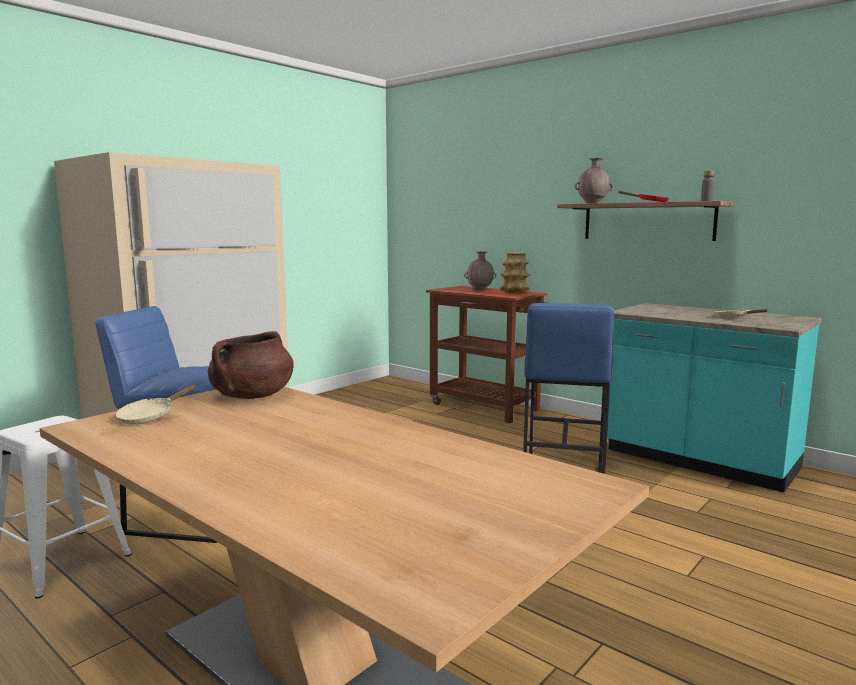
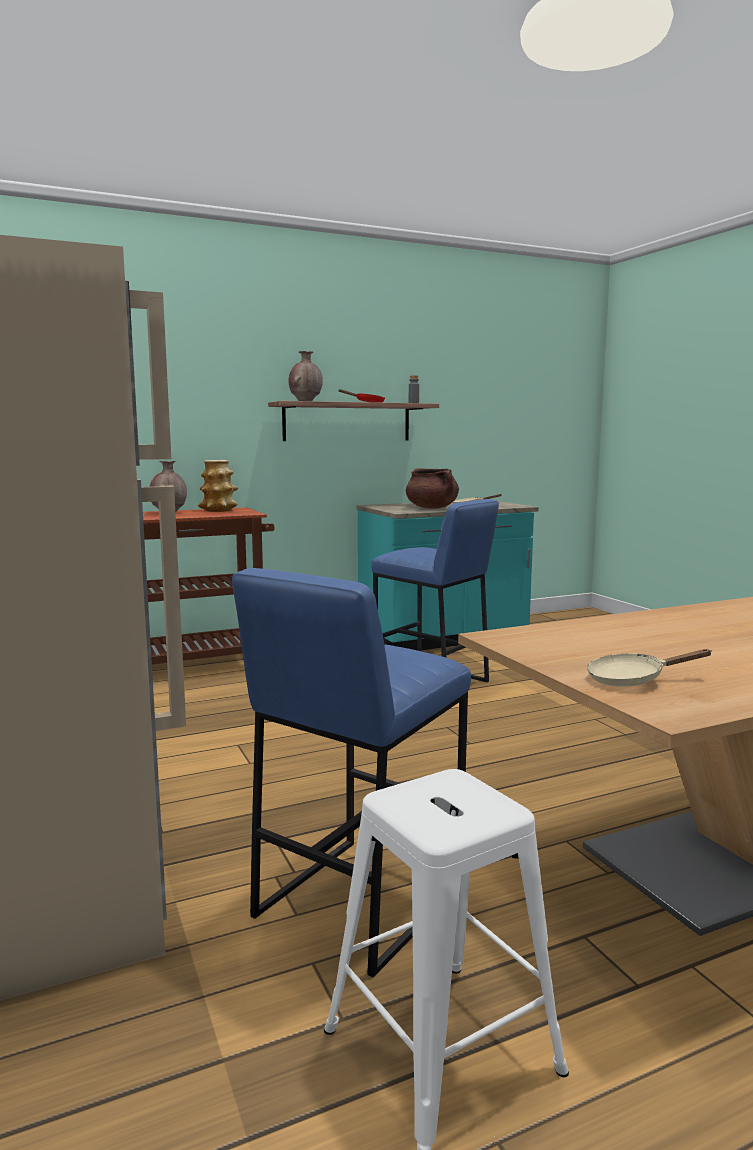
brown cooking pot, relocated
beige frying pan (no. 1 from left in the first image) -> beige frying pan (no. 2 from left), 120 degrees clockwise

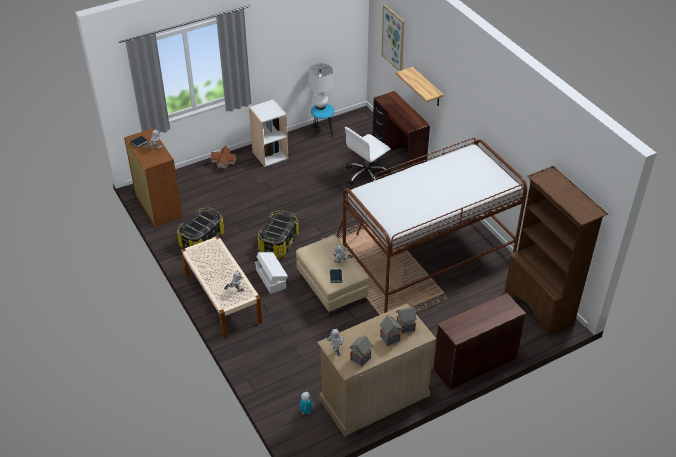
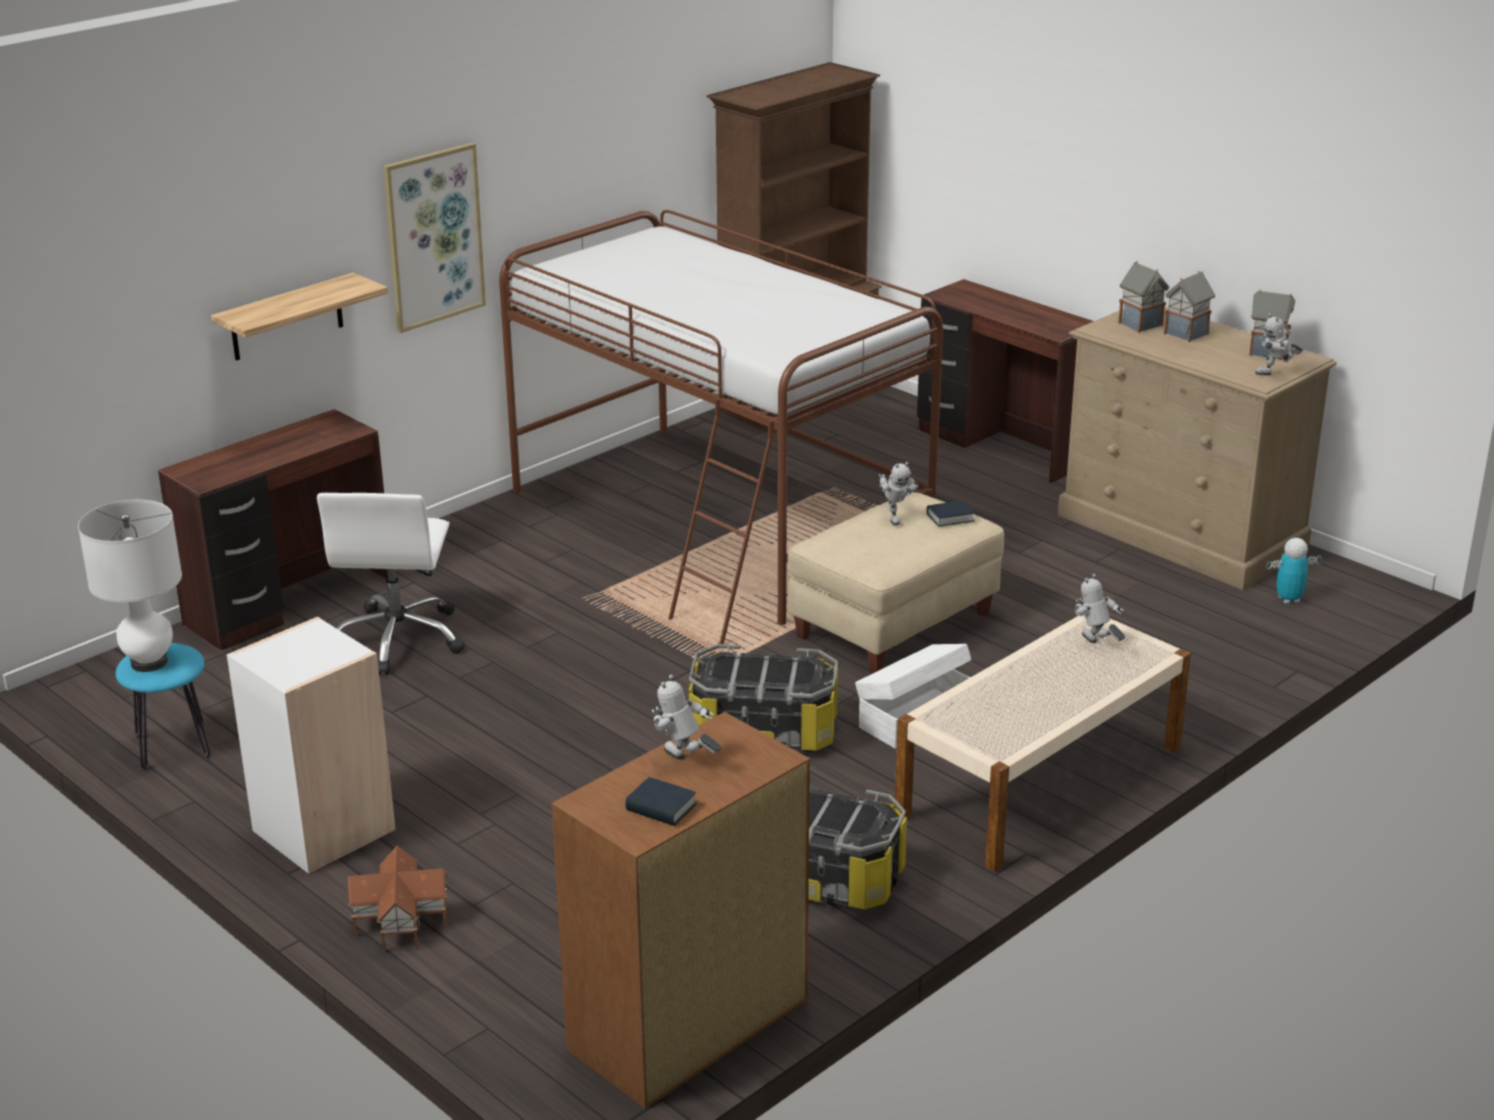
picture, relocated
white office chair, 60 degrees clockwise

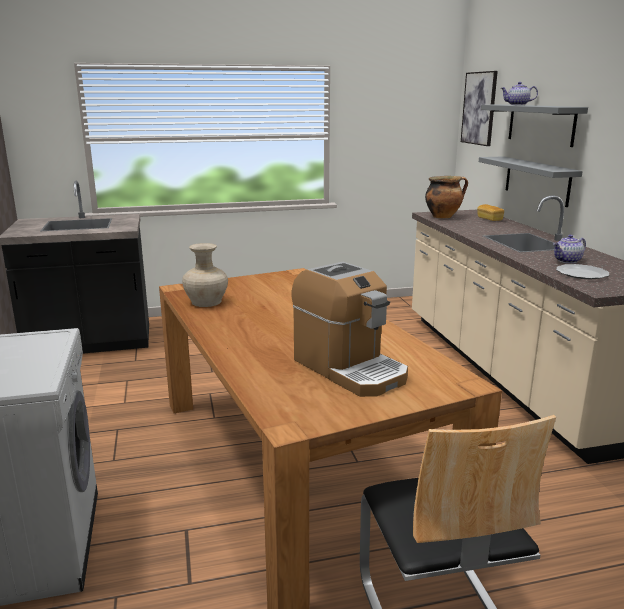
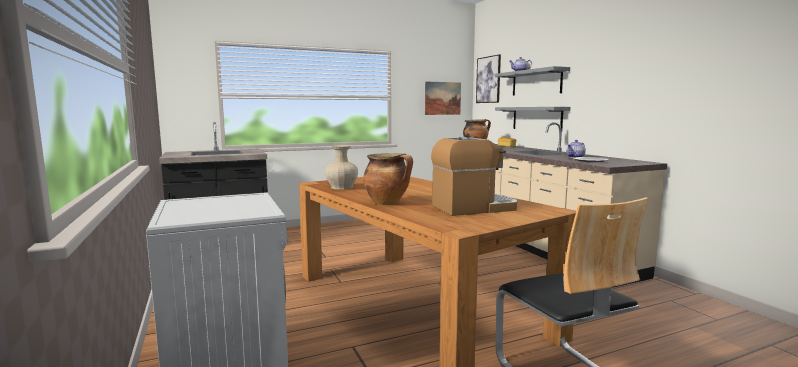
coffee machine, 60 degrees counterclockwise
none -> picture (no. 1 from left)
none -> cooking pot (no. 1 from left)

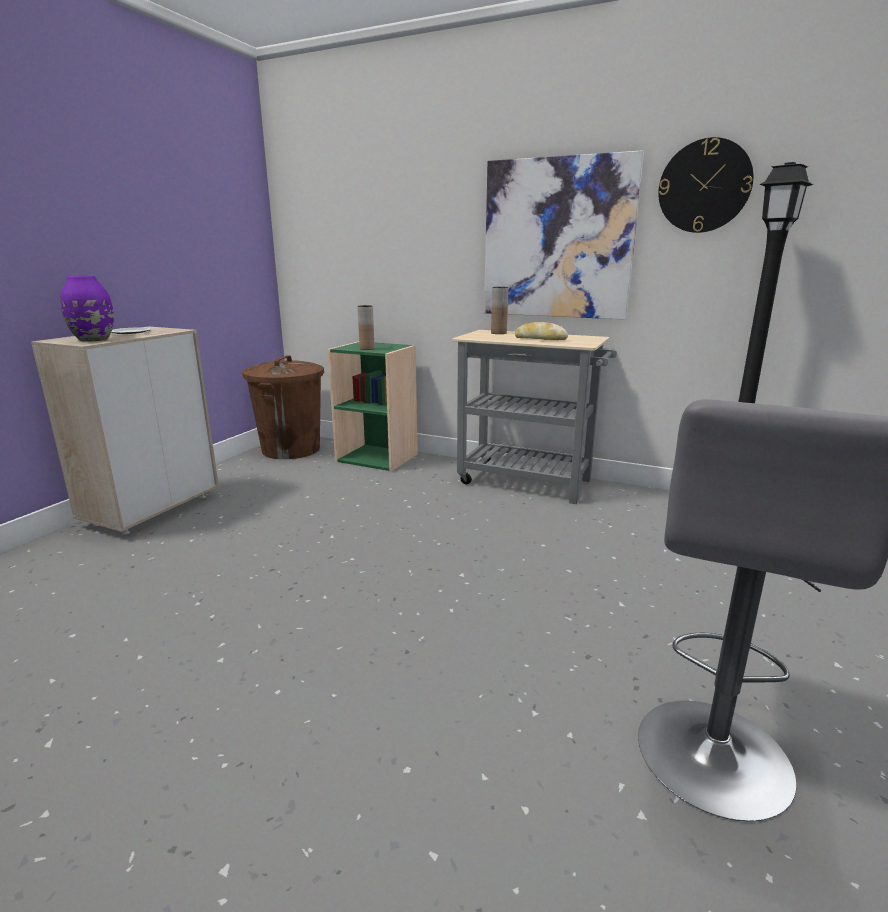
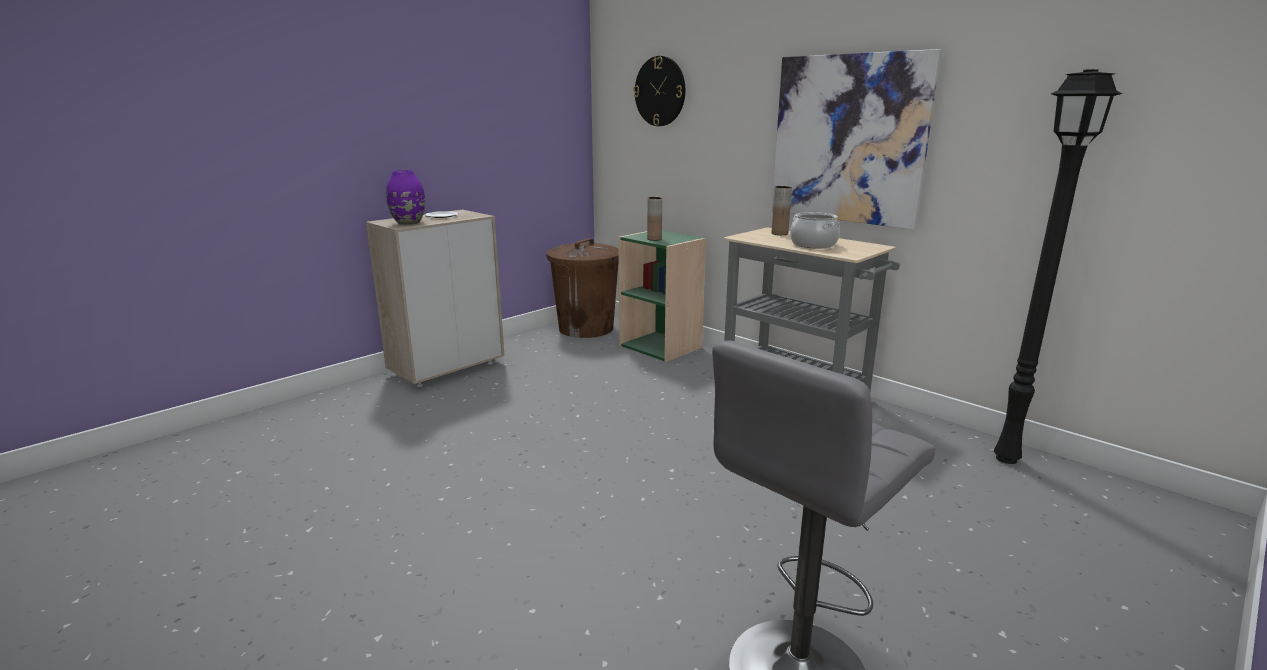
wall clock, relocated
bread -> cooking pot

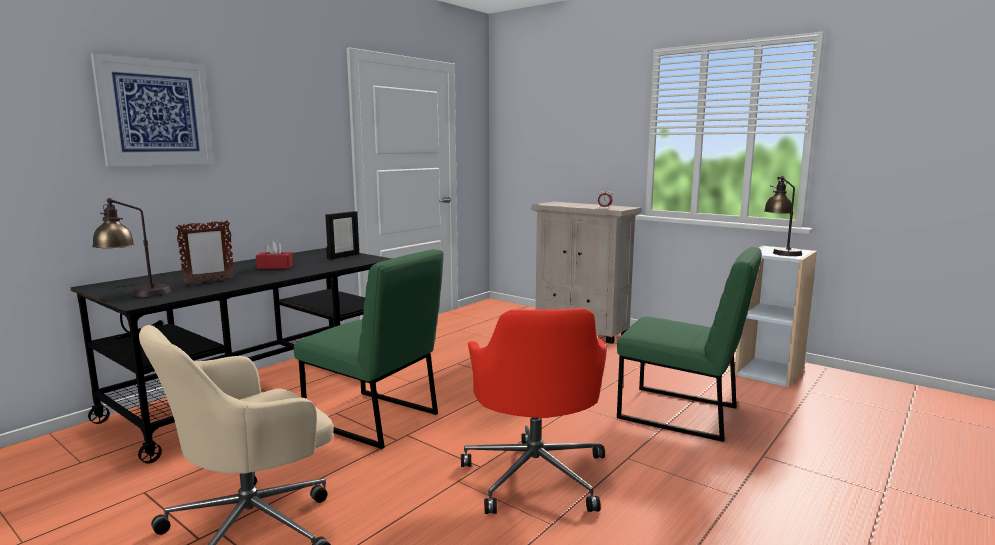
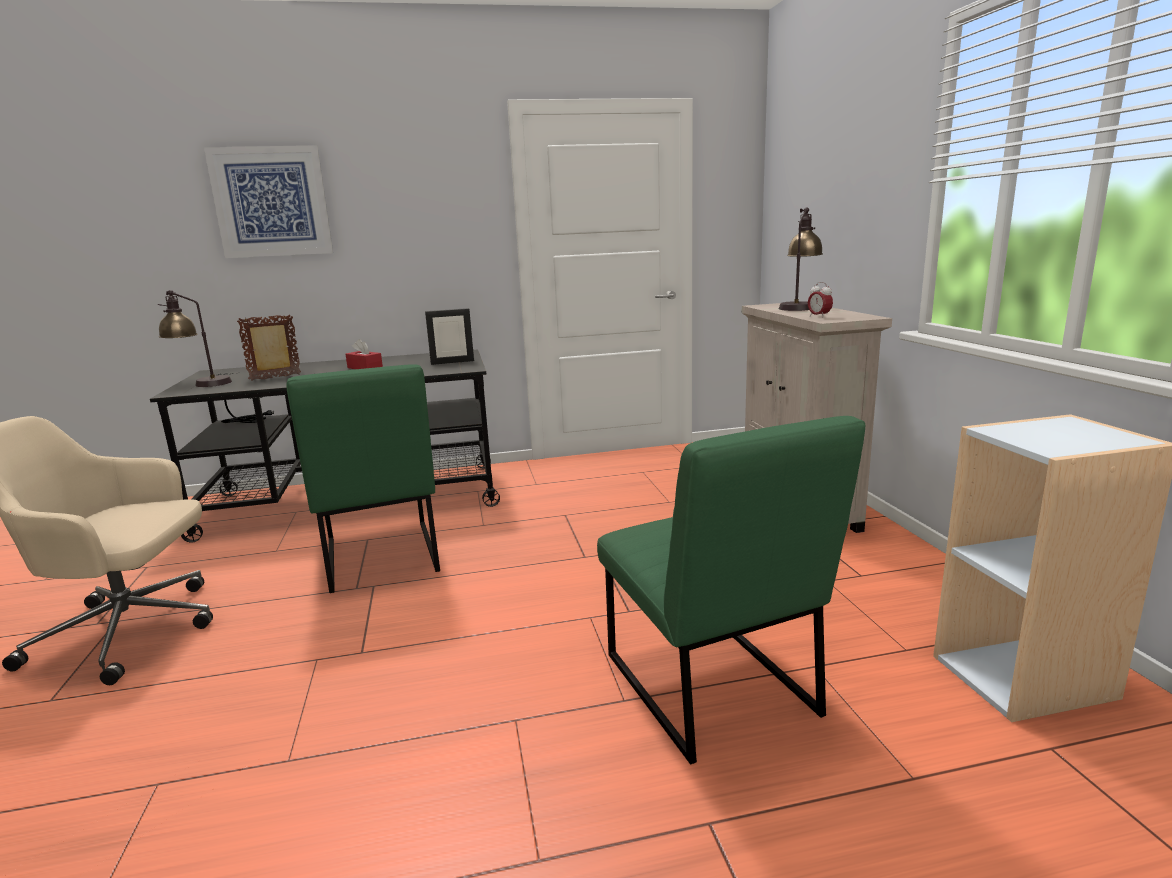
table lamp (no. 2 from left), relocated
picture frame (no. 1 from left), 150 degrees clockwise
red office chair -> none

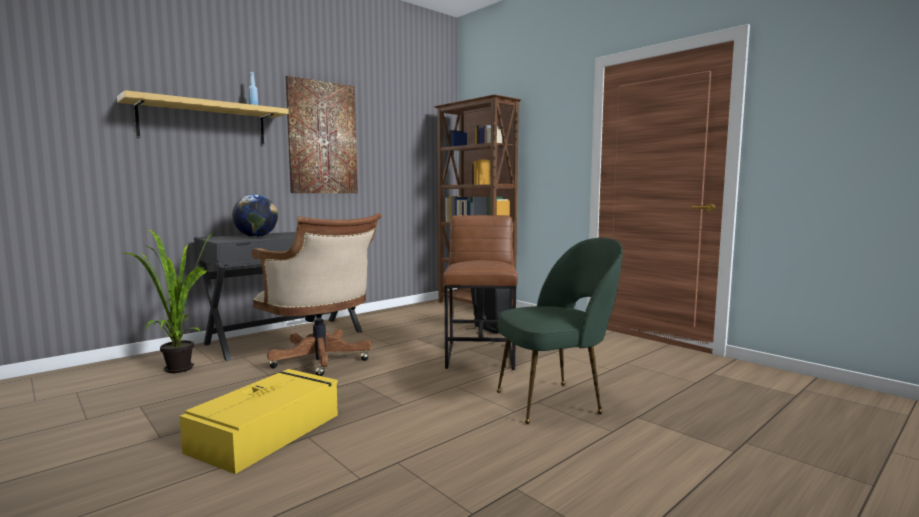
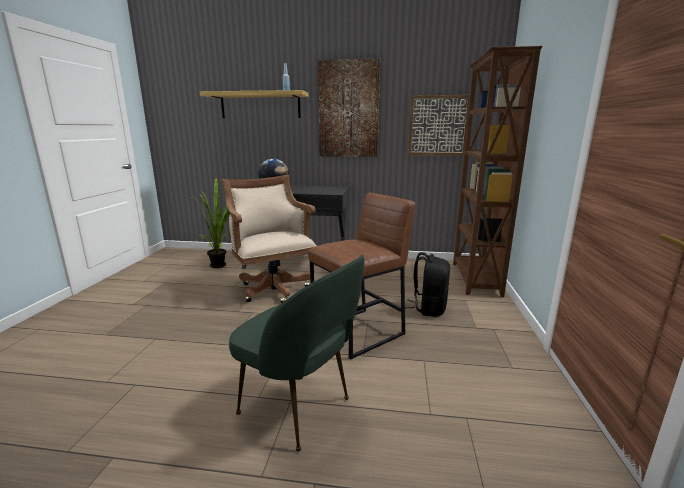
office chair, 150 degrees clockwise
yellow storage box -> none
none -> picture (no. 2 from left)

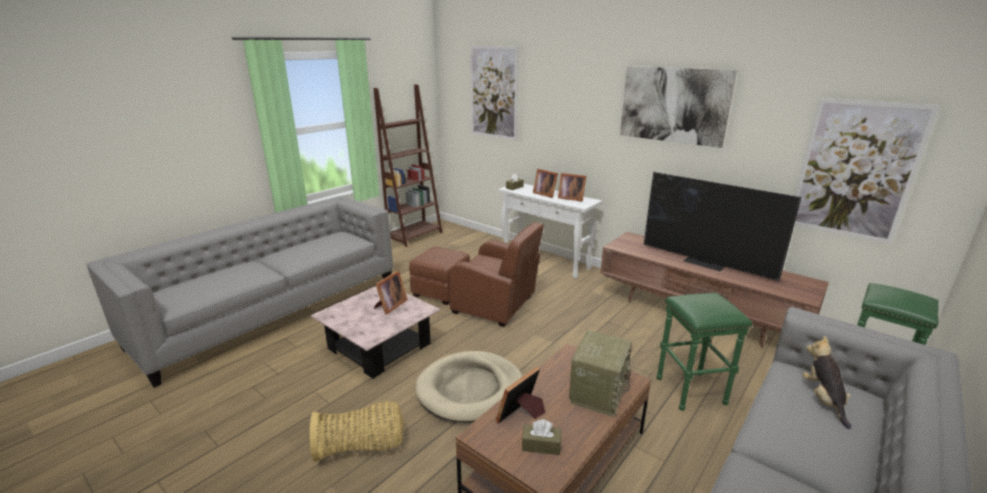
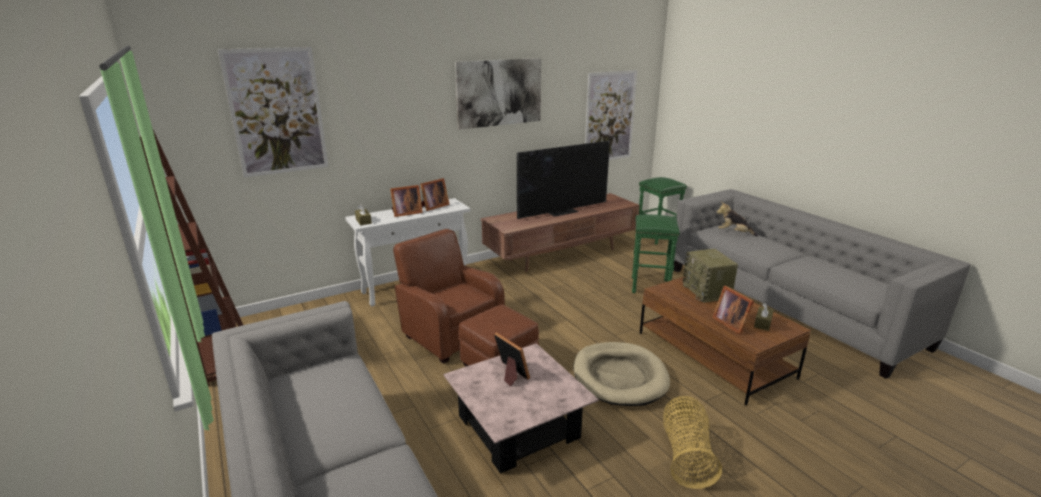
brown armchair, 90 degrees counterclockwise
radio, 150 degrees counterclockwise

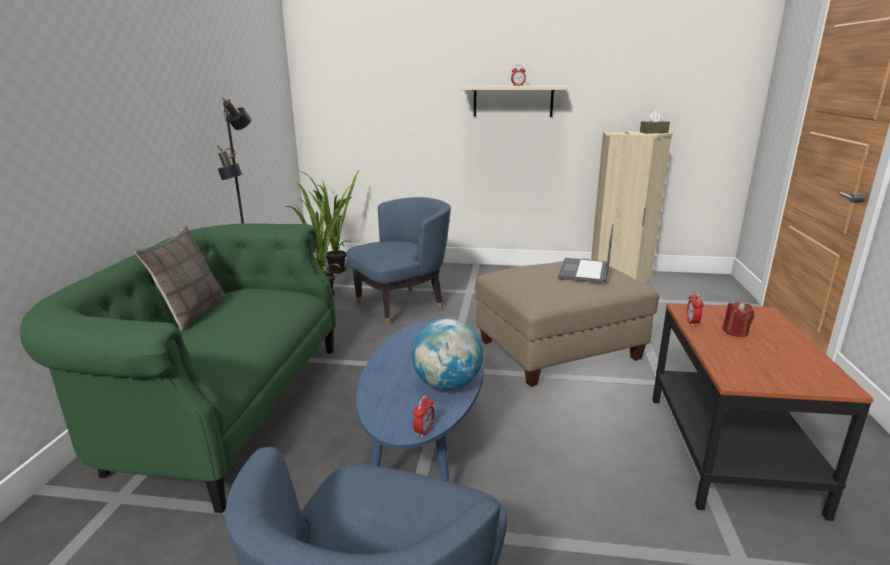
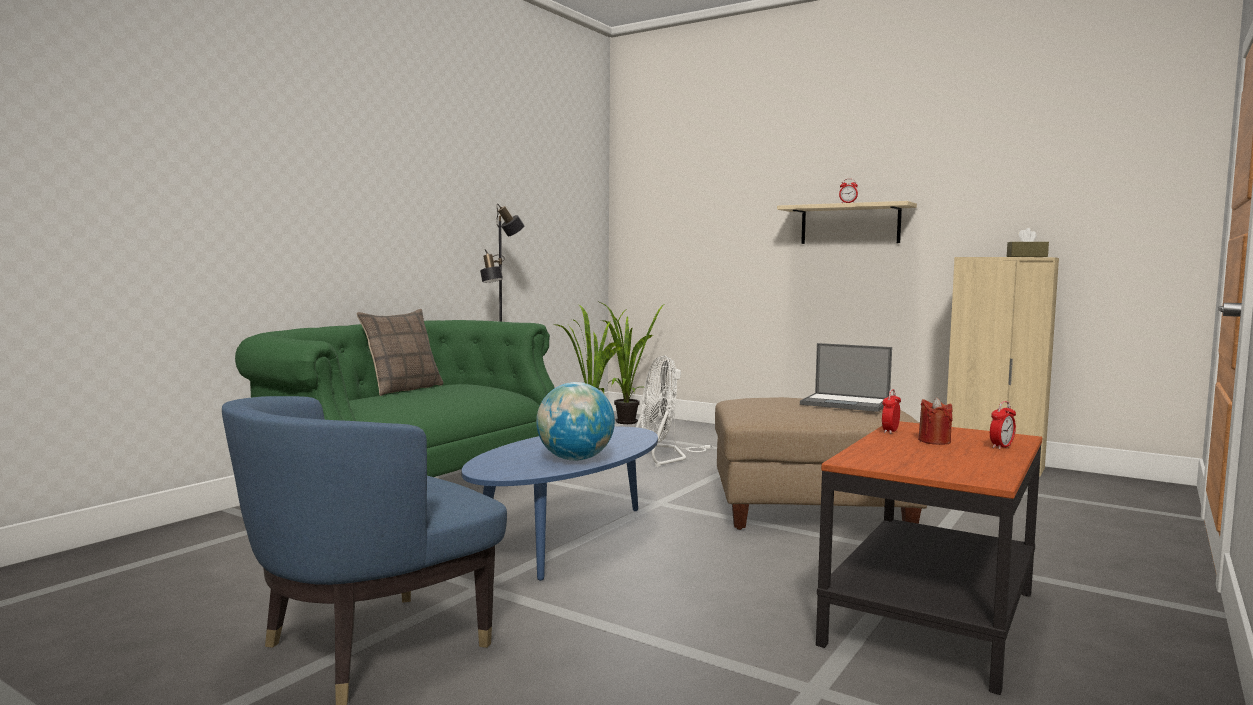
blue armchair (no. 2 from left) -> white fan
laptop, 105 degrees counterclockwise
alarm clock (no. 1 from left in the first image) -> alarm clock (no. 3 from left), relocated

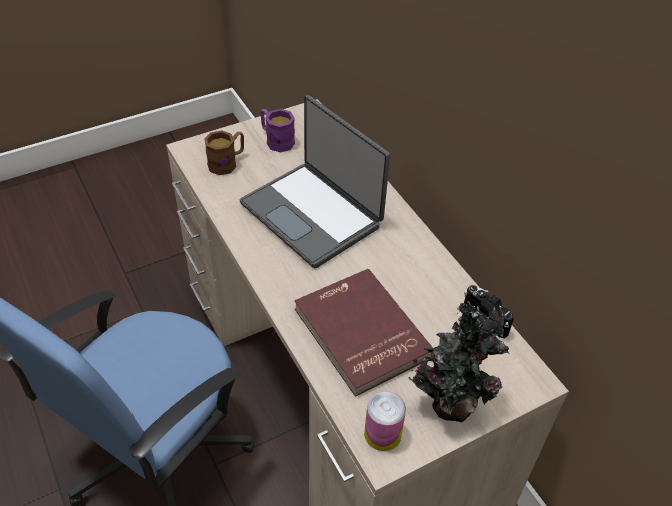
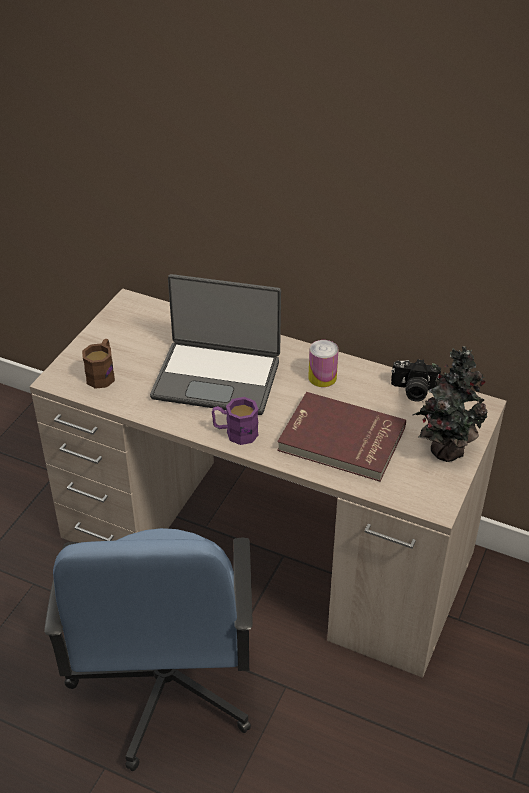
purple mug, relocated
can, relocated

